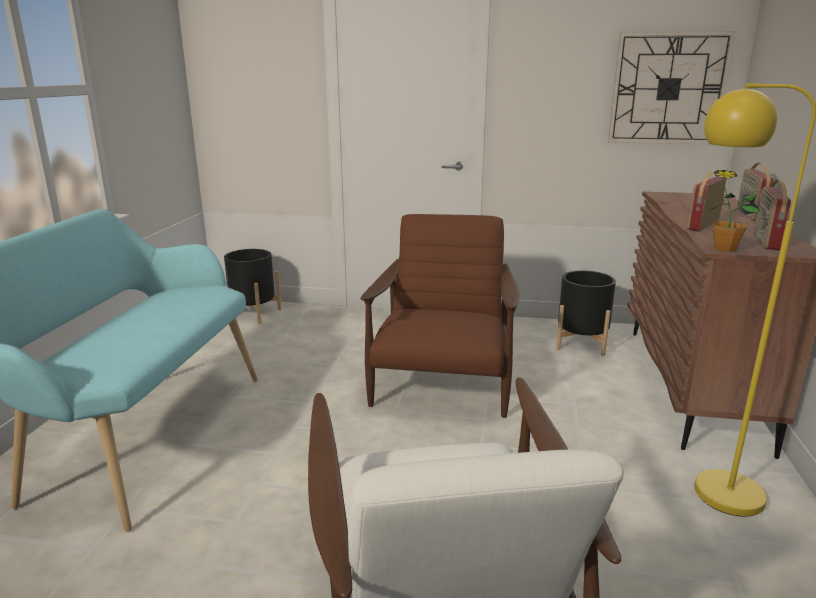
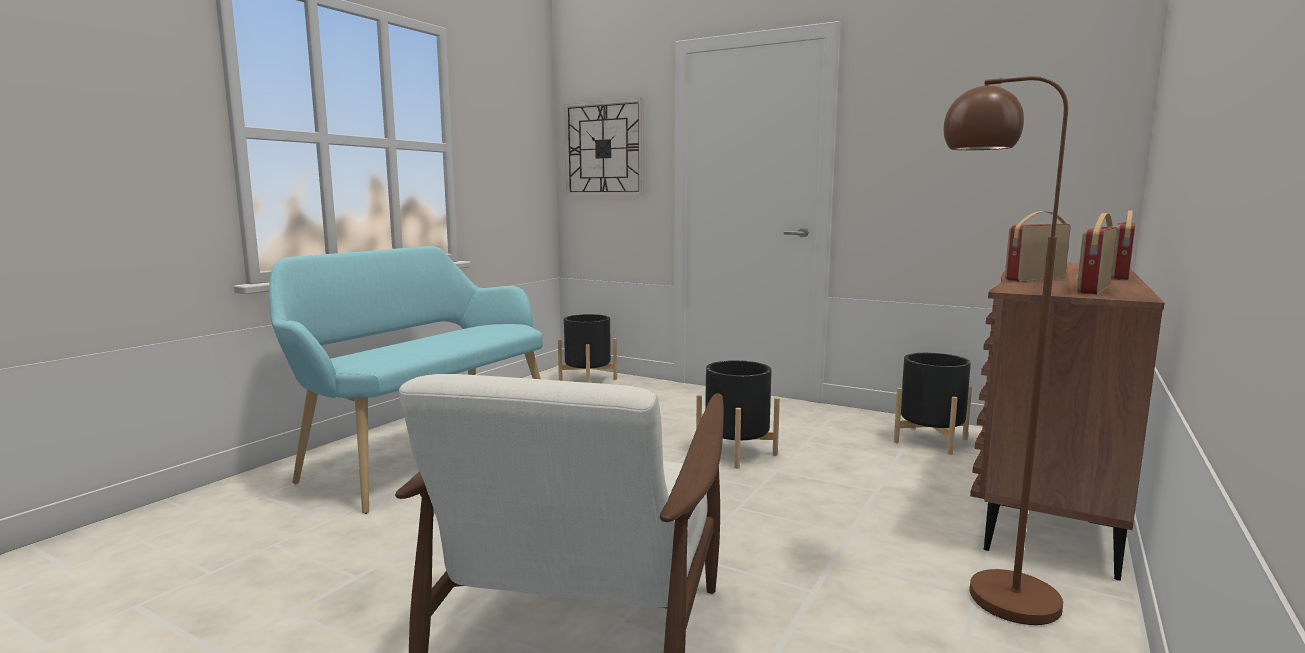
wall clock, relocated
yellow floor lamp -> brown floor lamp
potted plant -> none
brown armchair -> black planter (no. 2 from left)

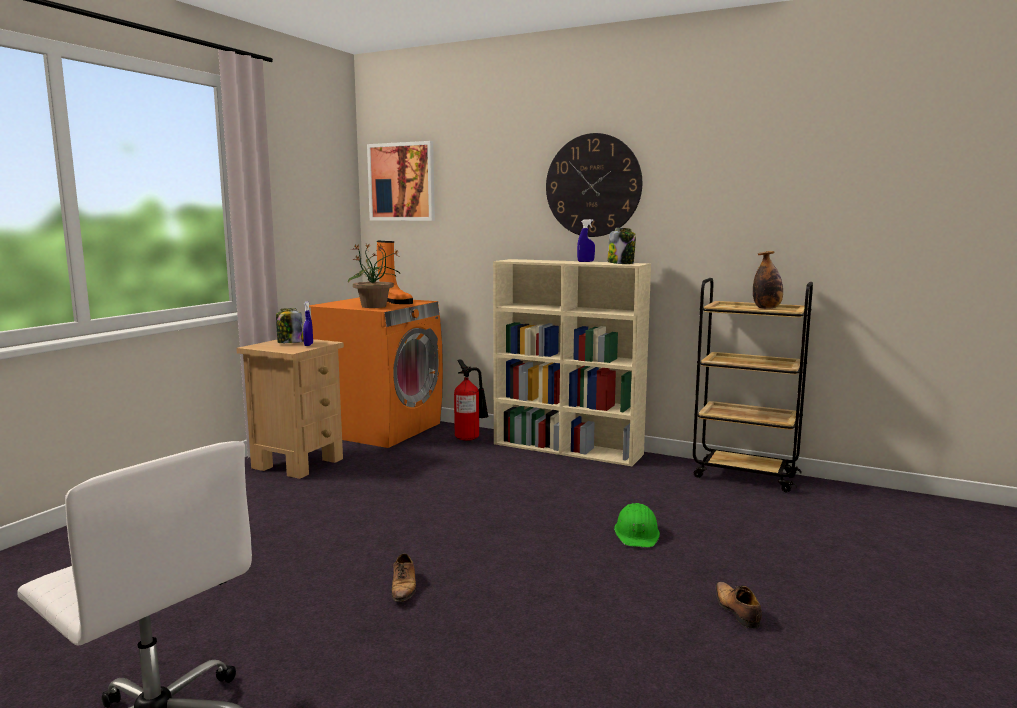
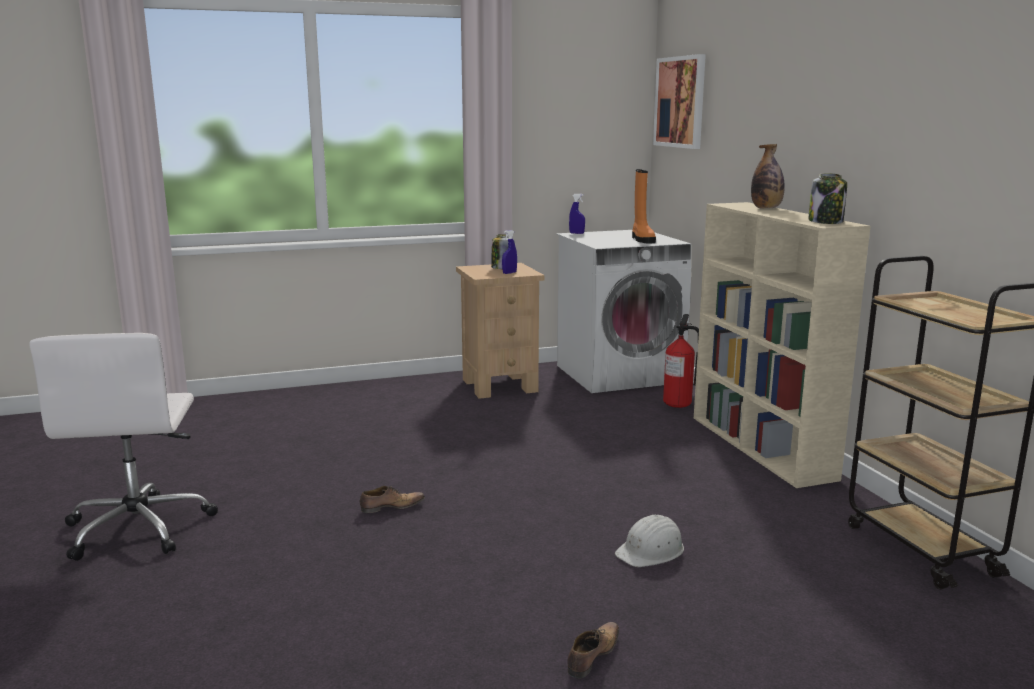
wall clock -> none
blue spray bottle (no. 2 from left), relocated
potted plant -> none
bottle, relocated
orange washing machine -> white washing machine
green hard hat -> white hard hat
shoe (no. 1 from left), 150 degrees counterclockwise

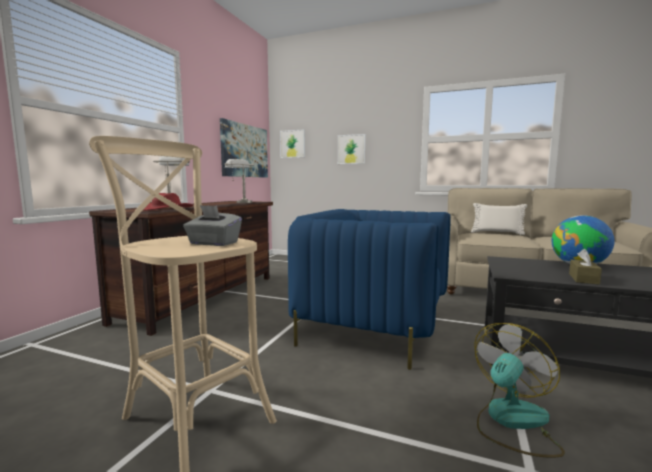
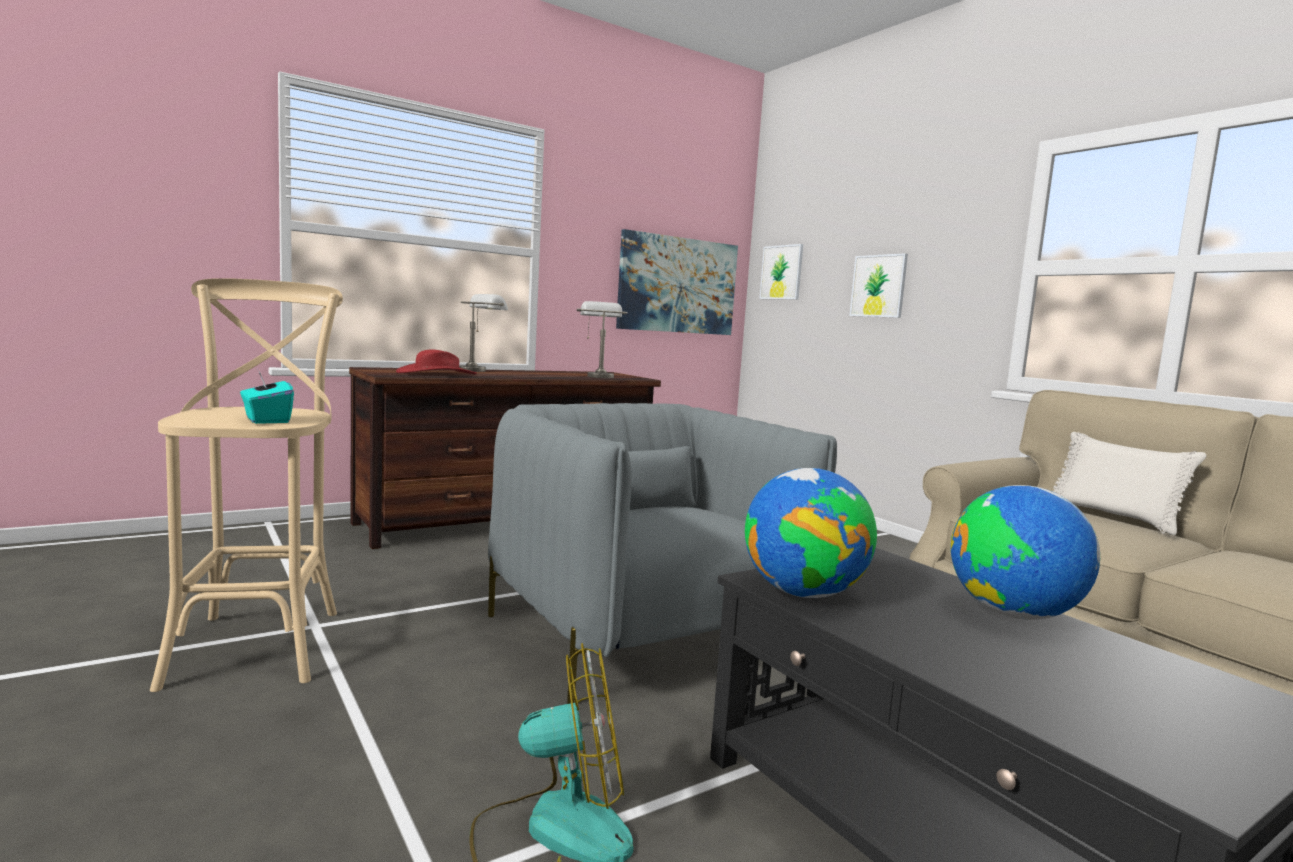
grey tissue box -> turquoise tissue box
blue armchair -> grey armchair
brown tissue box -> none
none -> globe (no. 1 from left)

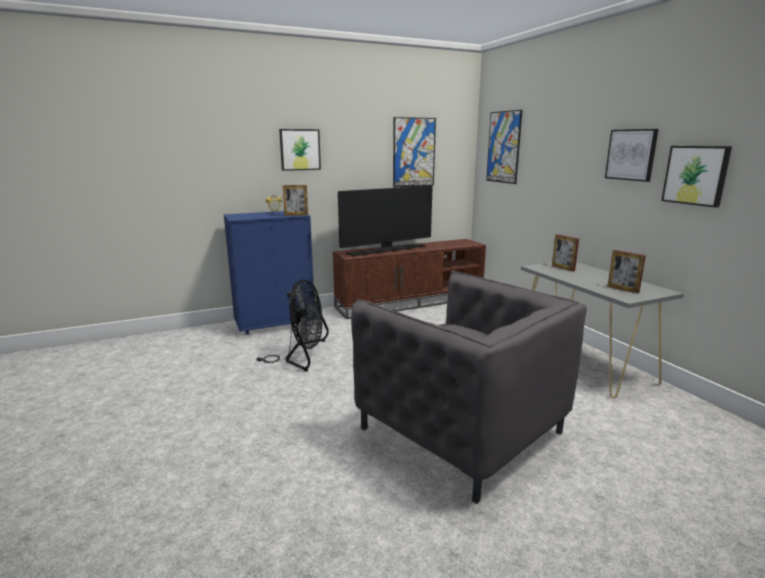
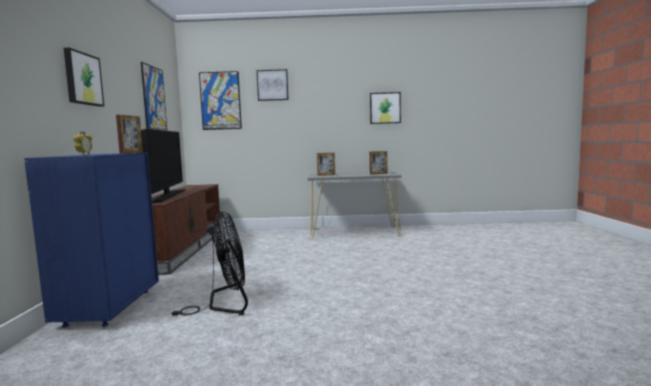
picture (no. 4 from left), relocated
grey armchair -> none
black fan, 45 degrees clockwise

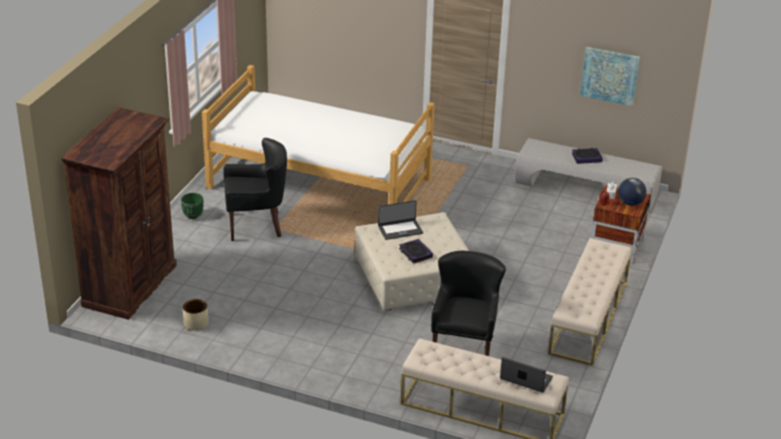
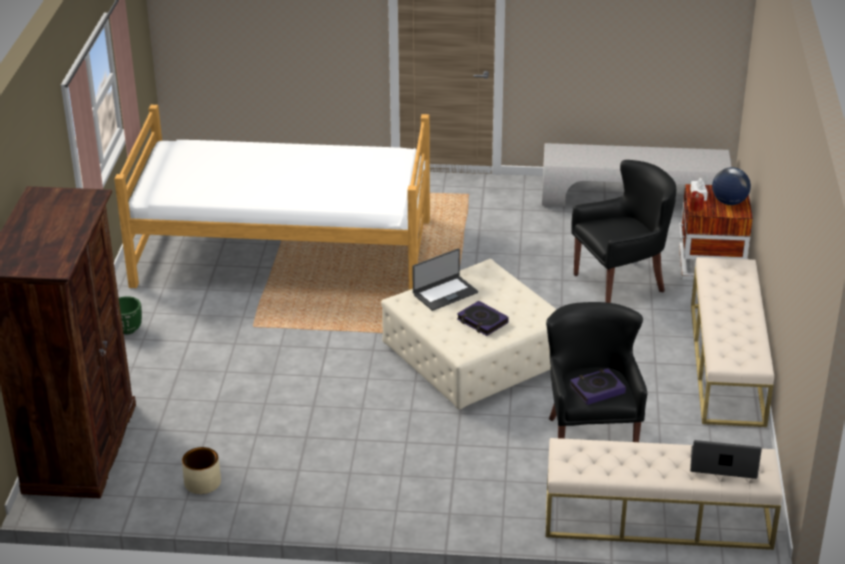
picture -> none
black armchair (no. 1 from left in the first image) -> black armchair (no. 2 from left), relocated
book (no. 2 from left), relocated

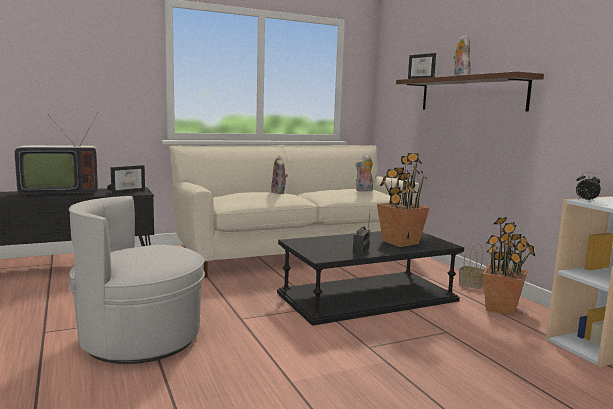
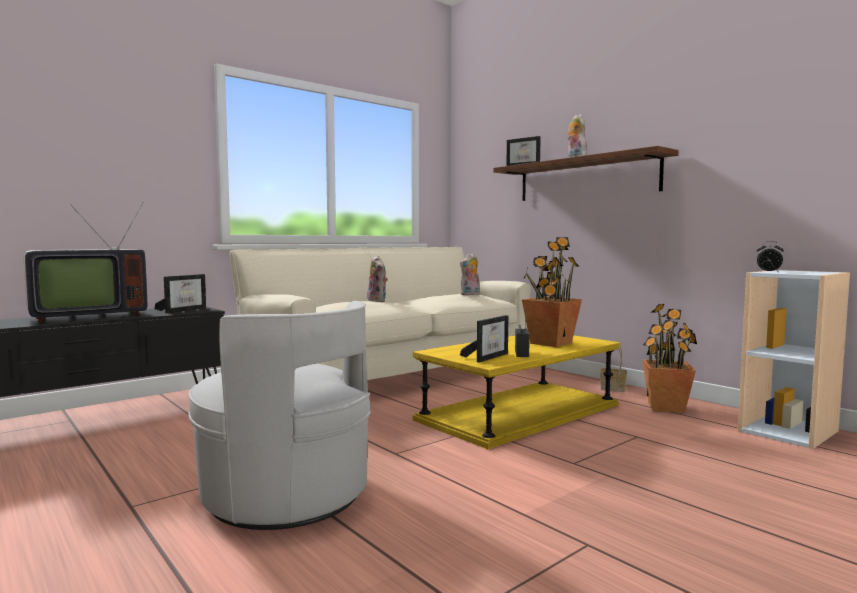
white armchair, 120 degrees counterclockwise
black coffee table -> yellow coffee table
none -> picture frame (no. 2 from left)

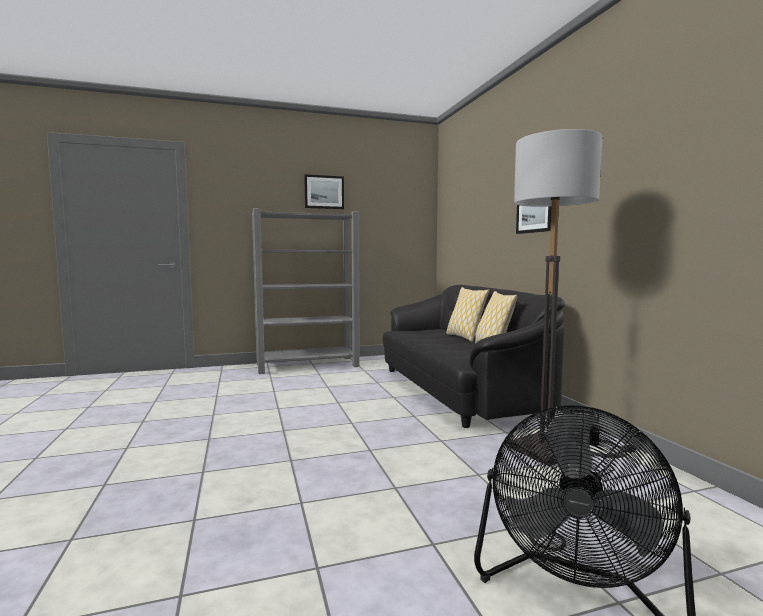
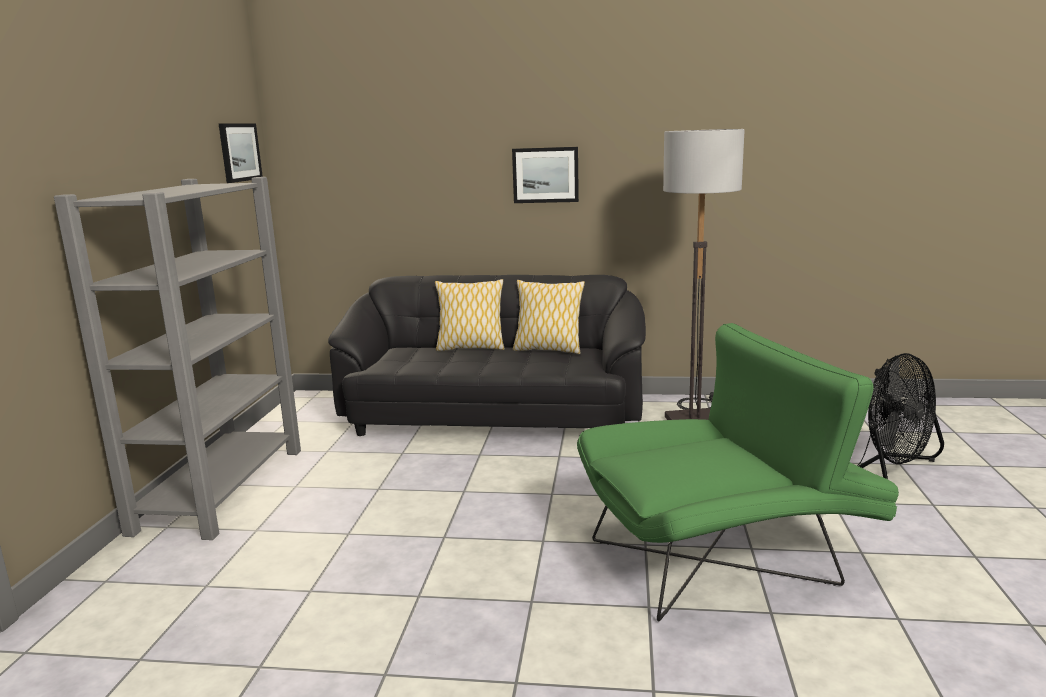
picture (no. 1 from left), relocated
none -> green armchair

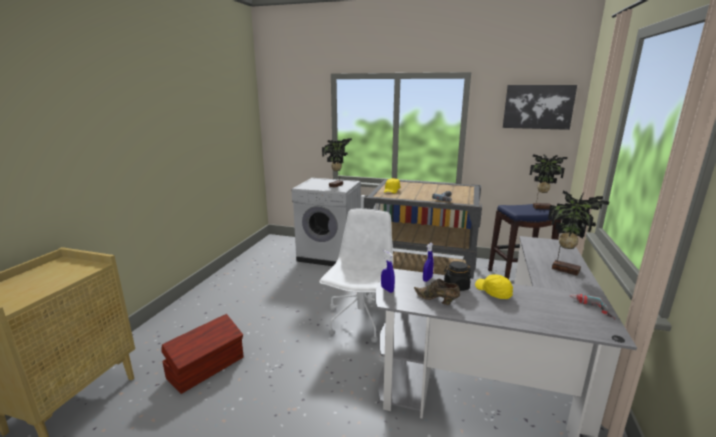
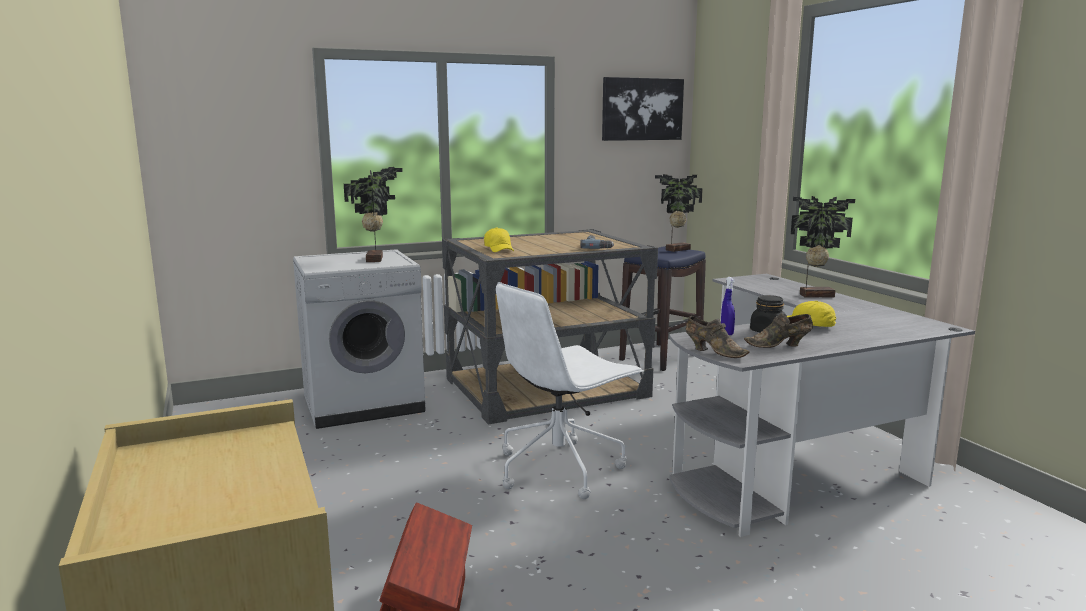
white office chair, 105 degrees counterclockwise
blue spray bottle (no. 1 from left) -> brown shoe (no. 1 from left)
power drill (no. 2 from left) -> none

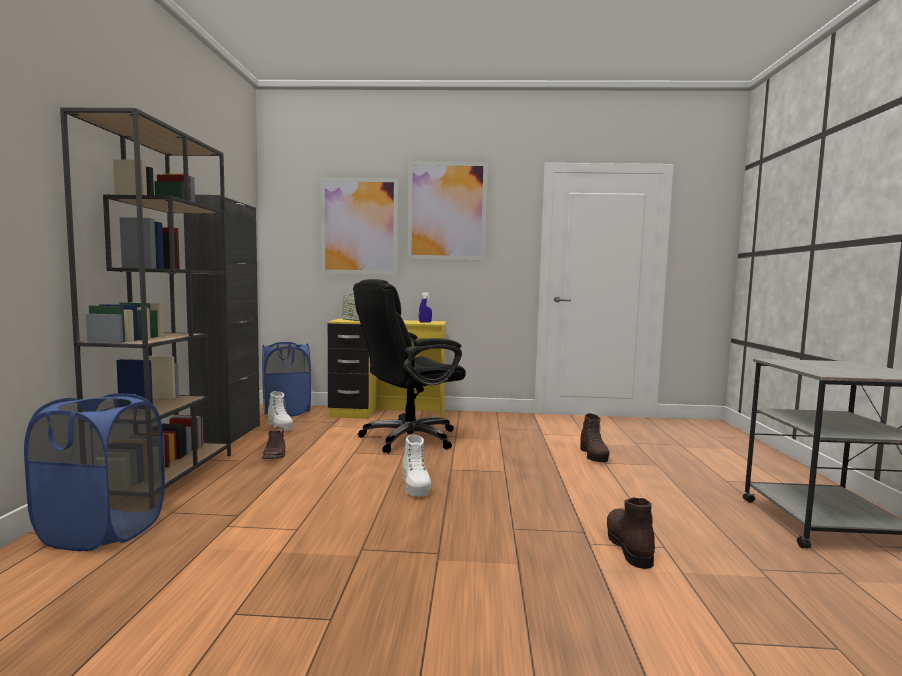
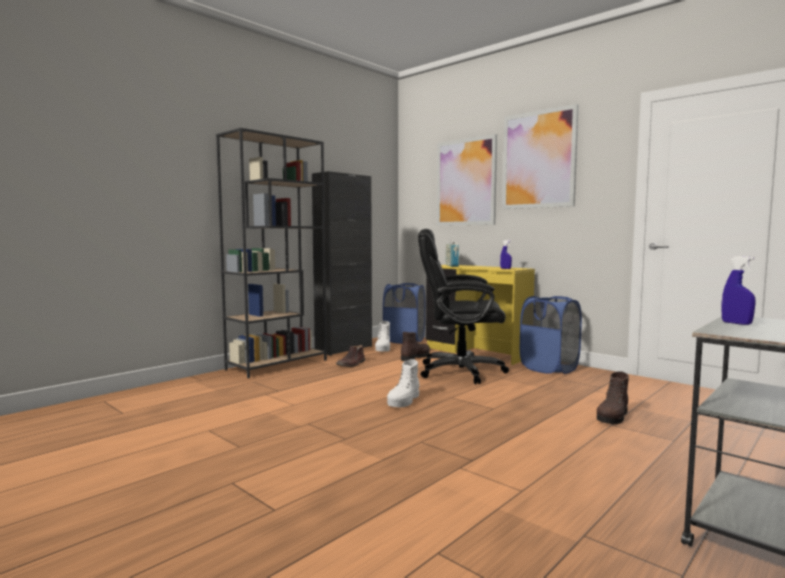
blue laundry basket (no. 1 from left in the first image) -> blue laundry basket (no. 2 from left), relocated
brown boot (no. 3 from left in the first image) -> brown boot (no. 2 from left), relocated
none -> blue spray bottle (no. 2 from left)

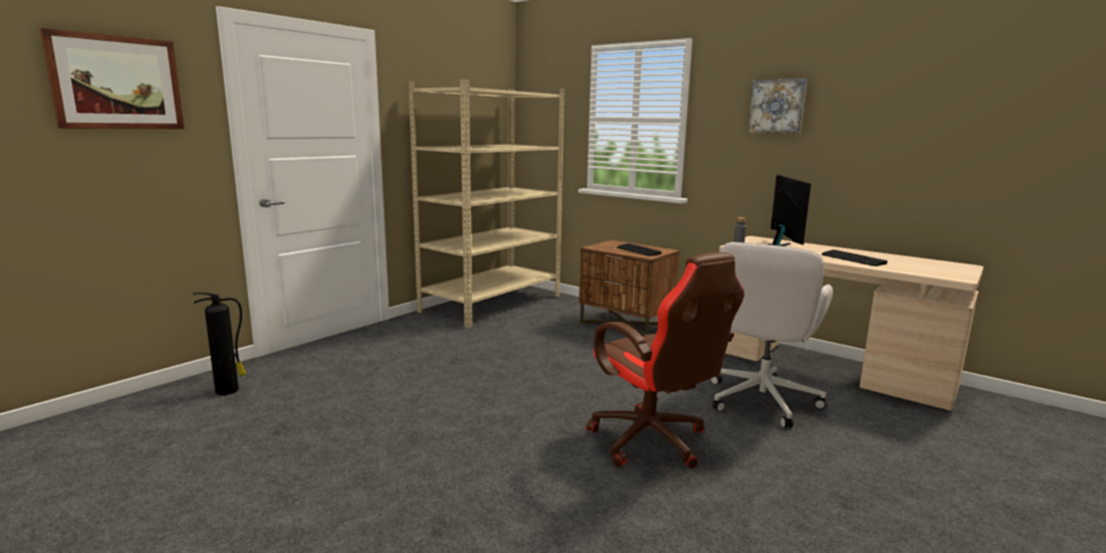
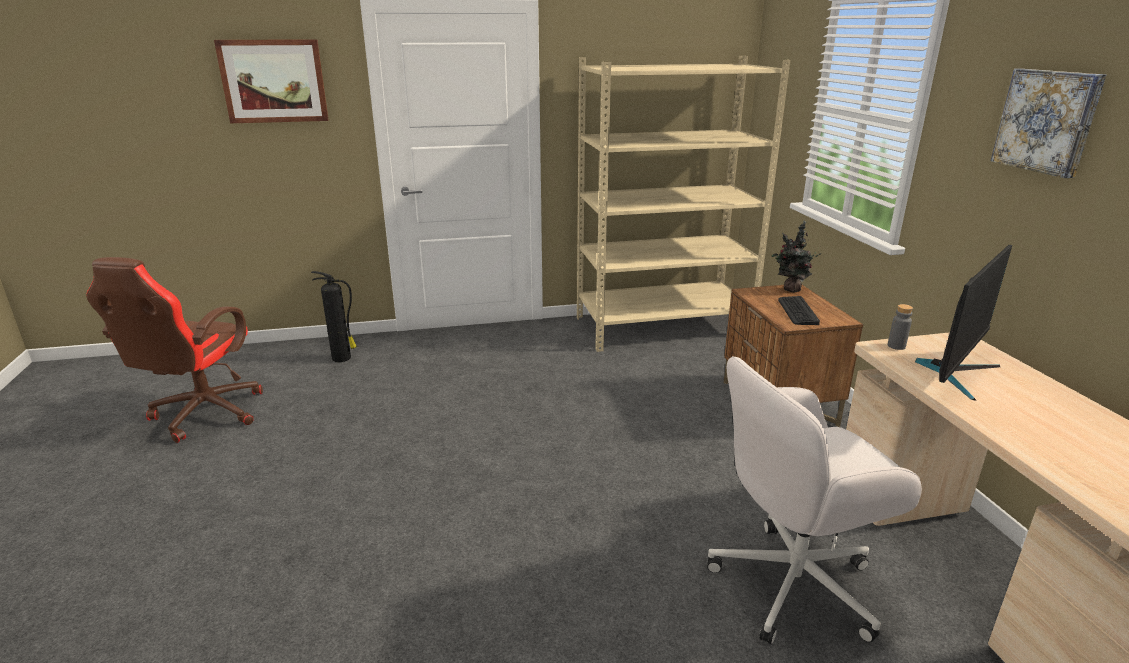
keyboard (no. 2 from left) -> none
brown office chair, relocated
none -> potted plant

